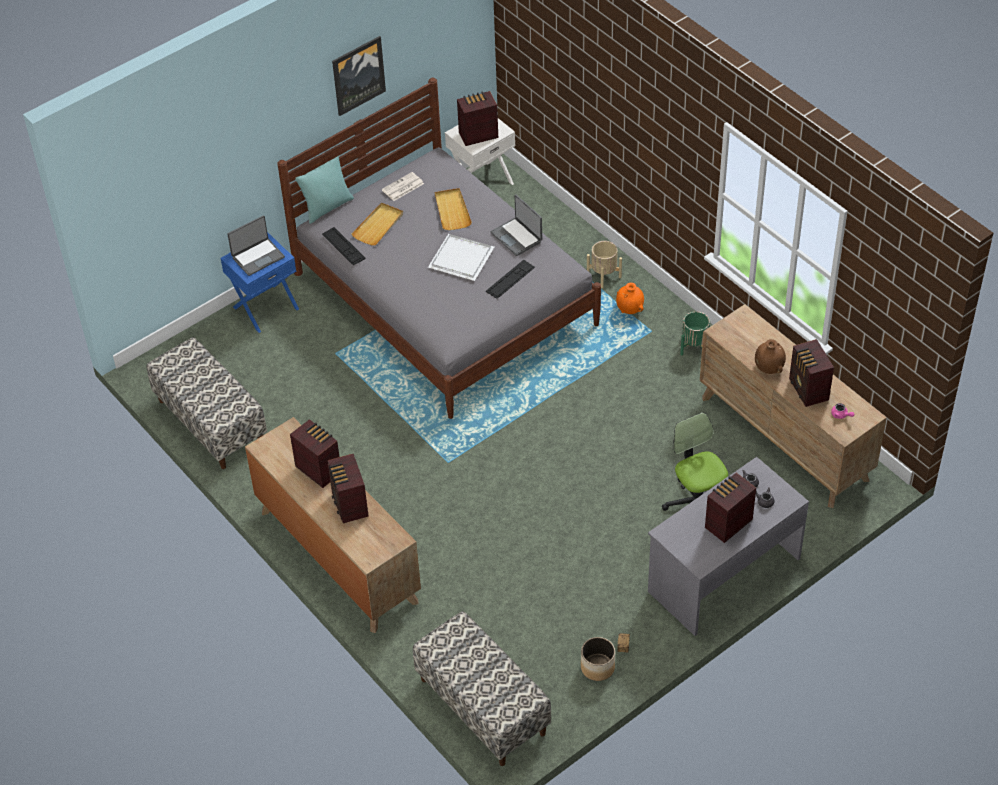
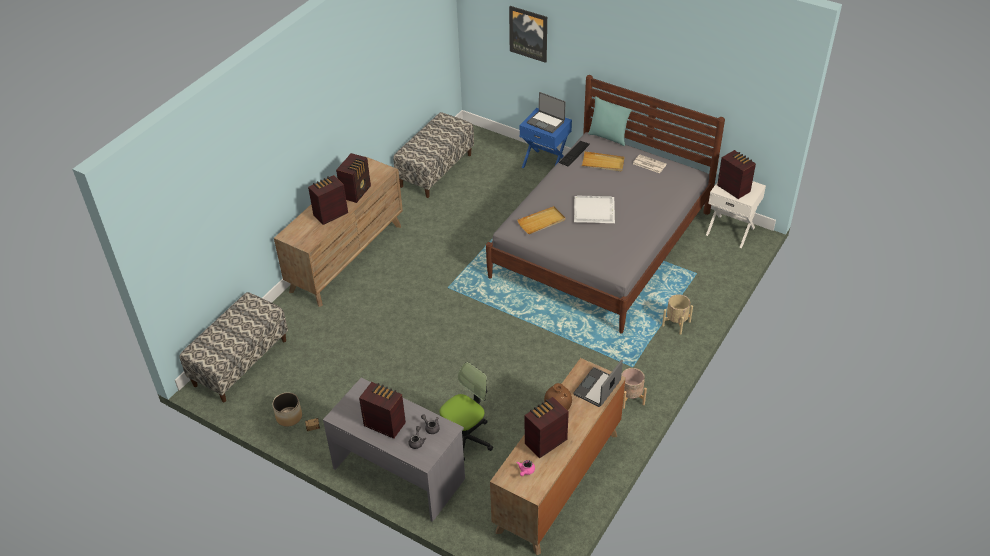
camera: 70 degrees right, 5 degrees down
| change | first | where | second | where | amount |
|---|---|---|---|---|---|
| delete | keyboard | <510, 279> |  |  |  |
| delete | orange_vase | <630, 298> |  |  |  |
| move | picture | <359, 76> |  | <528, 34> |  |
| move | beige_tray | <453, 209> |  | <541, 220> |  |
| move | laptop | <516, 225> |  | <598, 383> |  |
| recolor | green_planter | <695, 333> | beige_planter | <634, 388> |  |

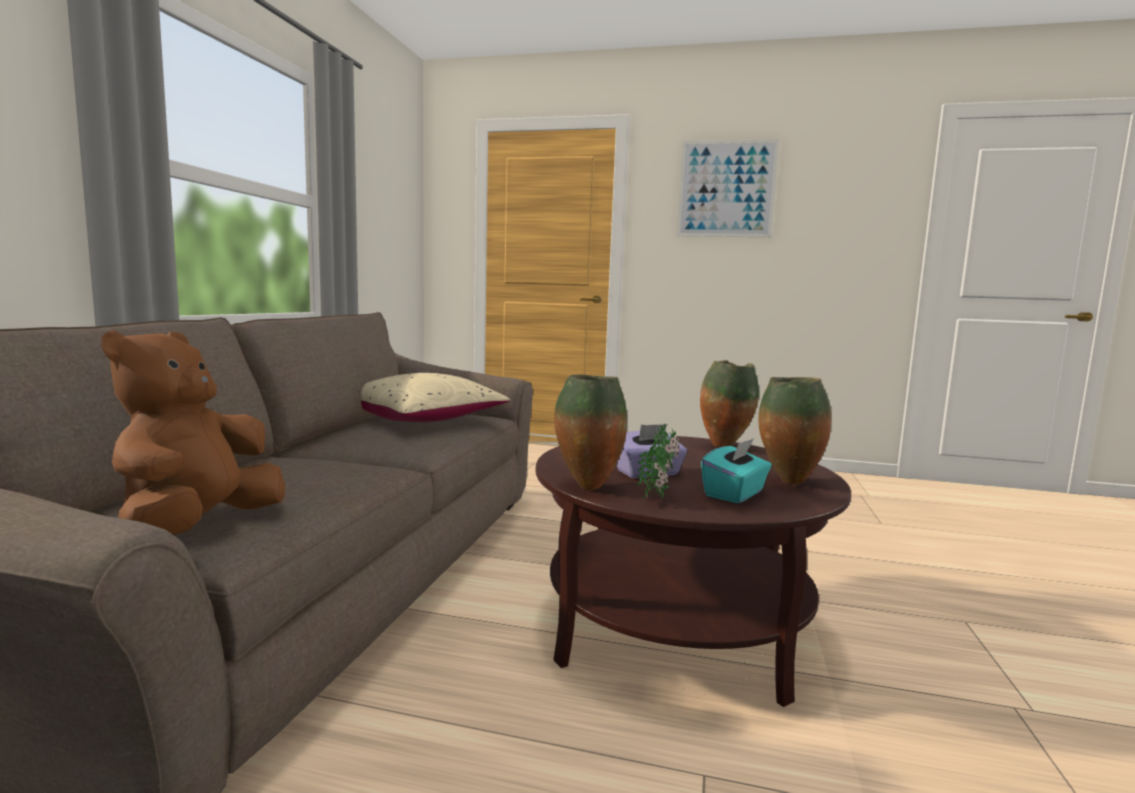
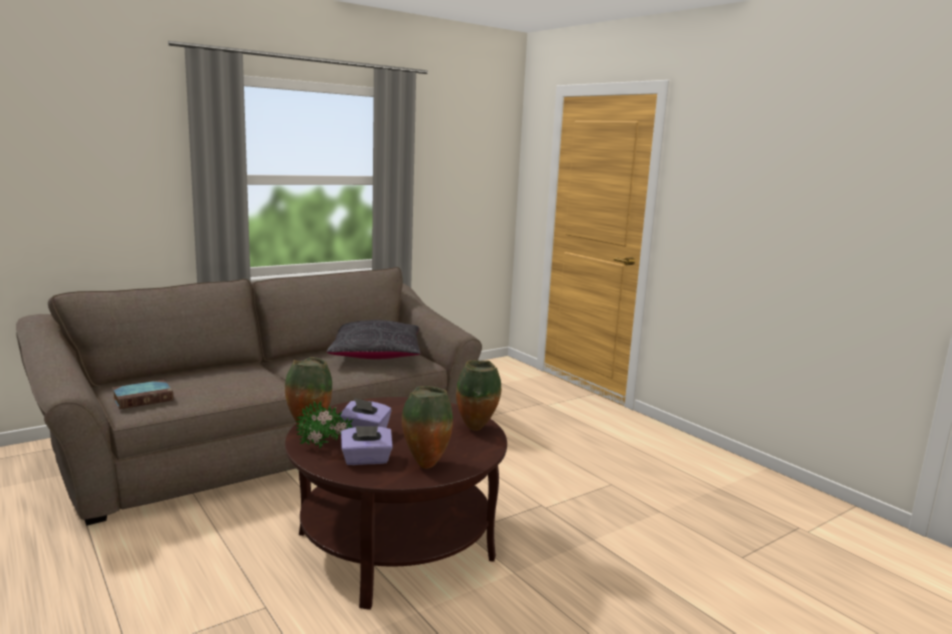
camera: 40 degrees right, 5 degrees up
| change | first | where | second | where | amount |
|---|---|---|---|---|---|
| delete | picture | <728, 188> |  |  |  |
| replace | brown_plush_toy | <193, 432> | book | <143, 394> |  |
| recolor | beige_pillow | <436, 397> | black_pillow | <373, 339> |  |
| recolor | turquoise_tissue_box | <736, 470> | purple_tissue_box | <367, 445> |  |

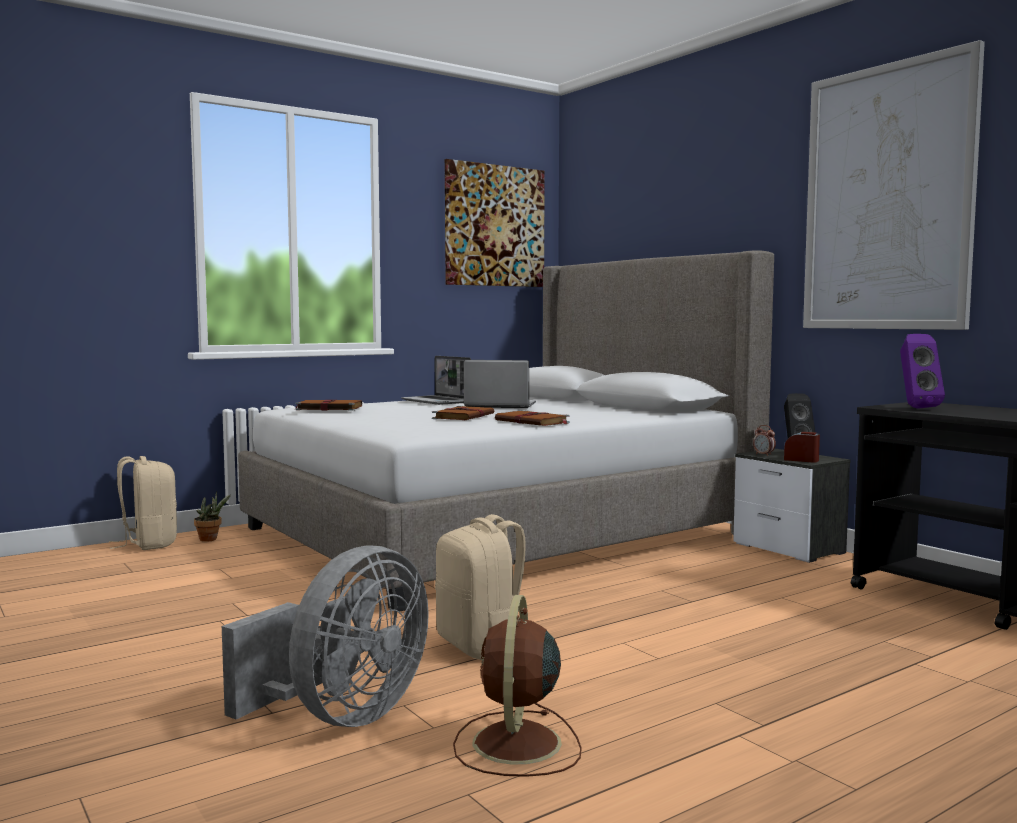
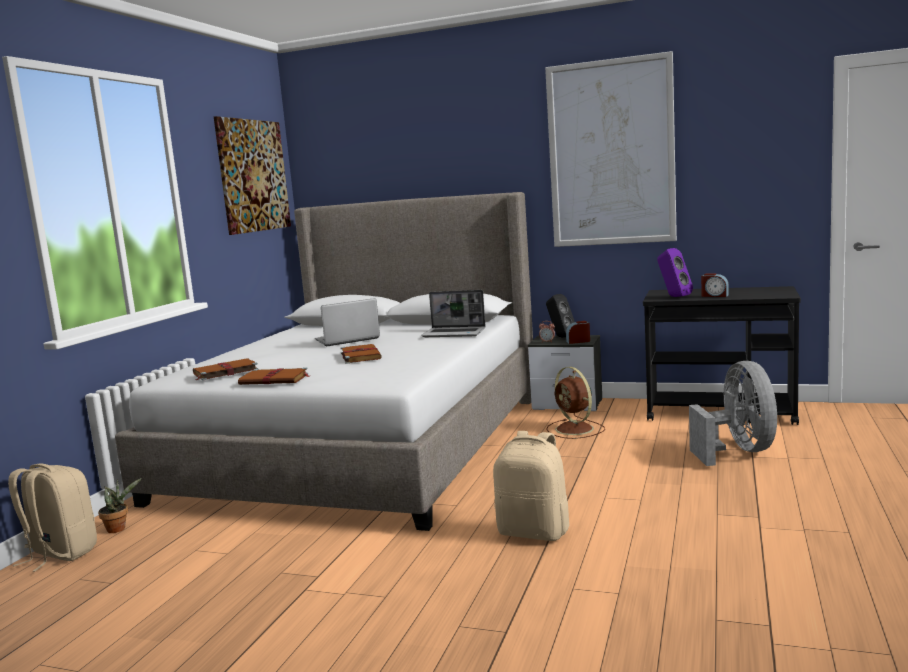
camera: 35 degrees left, 5 degrees up
| change | first | where | second | where | amount |
|---|---|---|---|---|---|
| insert |  |  | alarm_clock | <715, 285> |  |
| move | grey_fan | <325, 636> |  | <733, 413> |  |
| move | laptop | <436, 380> |  | <453, 313> |  |
| move | brown_fan | <517, 686> |  | <575, 403> |  |
| move | brown_book | <532, 418> |  | <274, 376> |  |

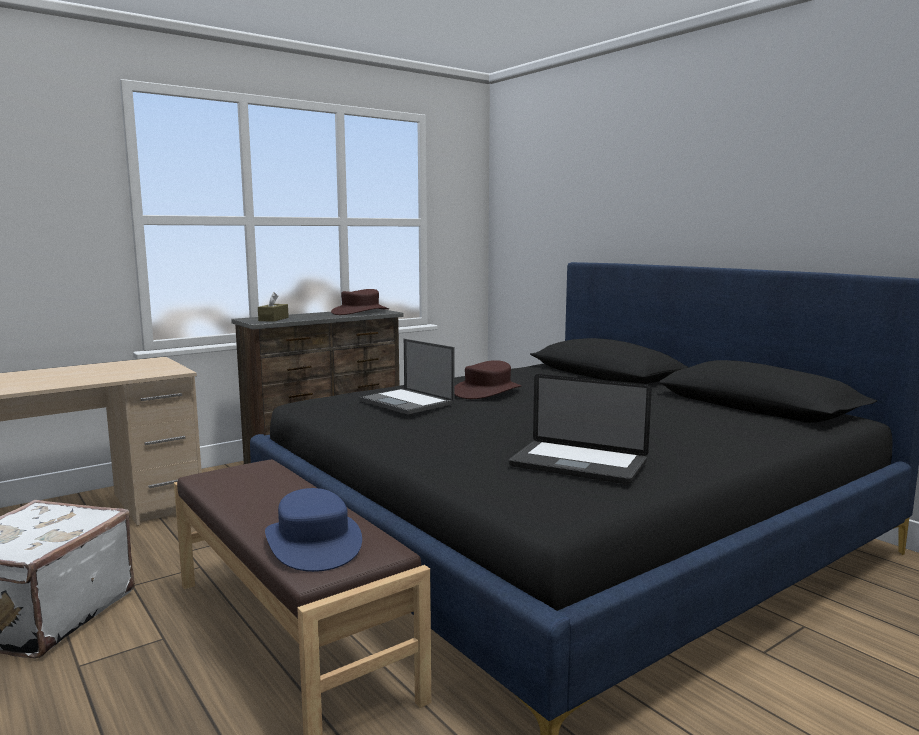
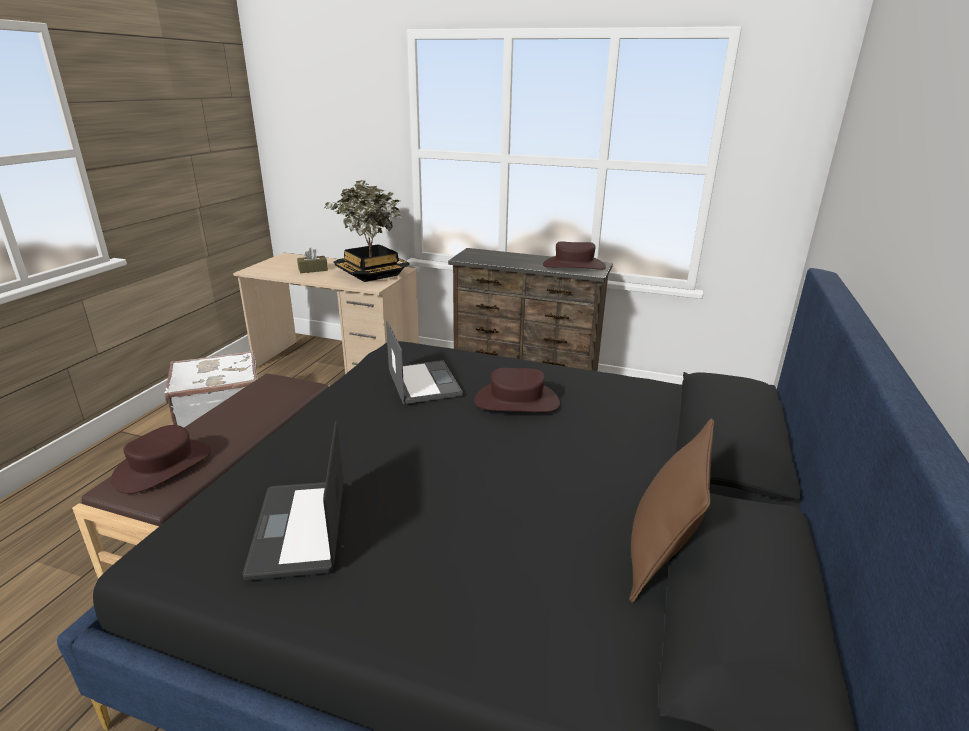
camera: 55 degrees right, 15 degrees up
| change | first | where | second | where | amount |
|---|---|---|---|---|---|
| insert |  |  | potted_plant | <366, 231> |  |
| insert |  |  | brown_pillow | <671, 510> |  |
| move | brown_tissue_box | <273, 307> |  | <312, 260> |  |
| recolor | blue_hat | <313, 530> | brown_hat | <161, 459> |  |
| rotate | laptop | <407, 376> |  | <424, 362> | 150 degrees clockwise |

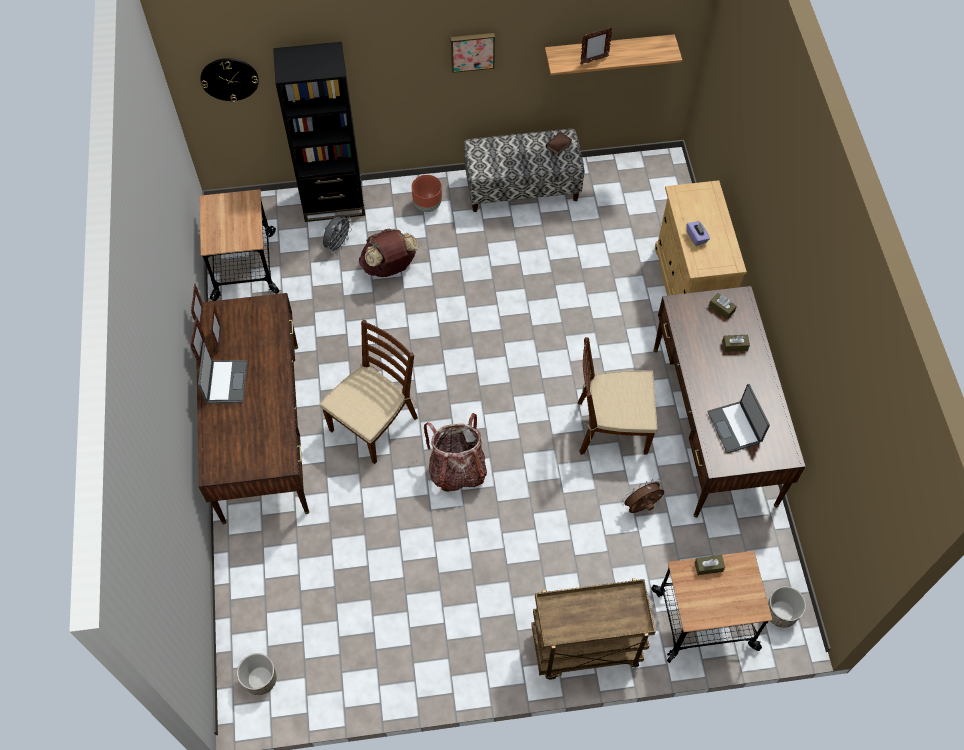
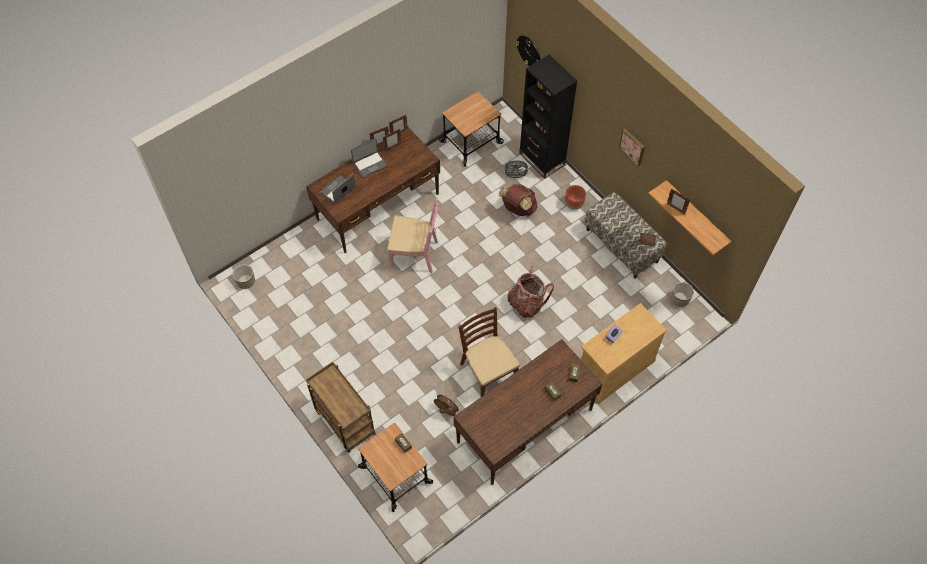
camera: 60 degrees right, 0 degrees up
| change | first | where | second | where | amount |
|---|---|---|---|---|---|
| move | backpack | <455, 452> |  | <530, 292> |  |
| move | laptop | <739, 418> |  | <337, 189> |  |
| move | planter | <787, 607> |  | <682, 294> |  |
| recolor | brown_chair | <369, 392> | pink_chair | <412, 236> |  |

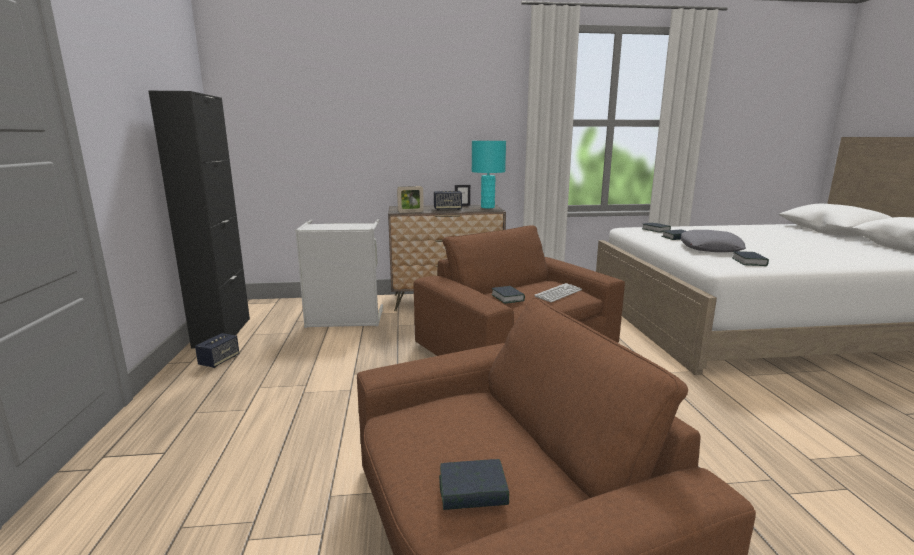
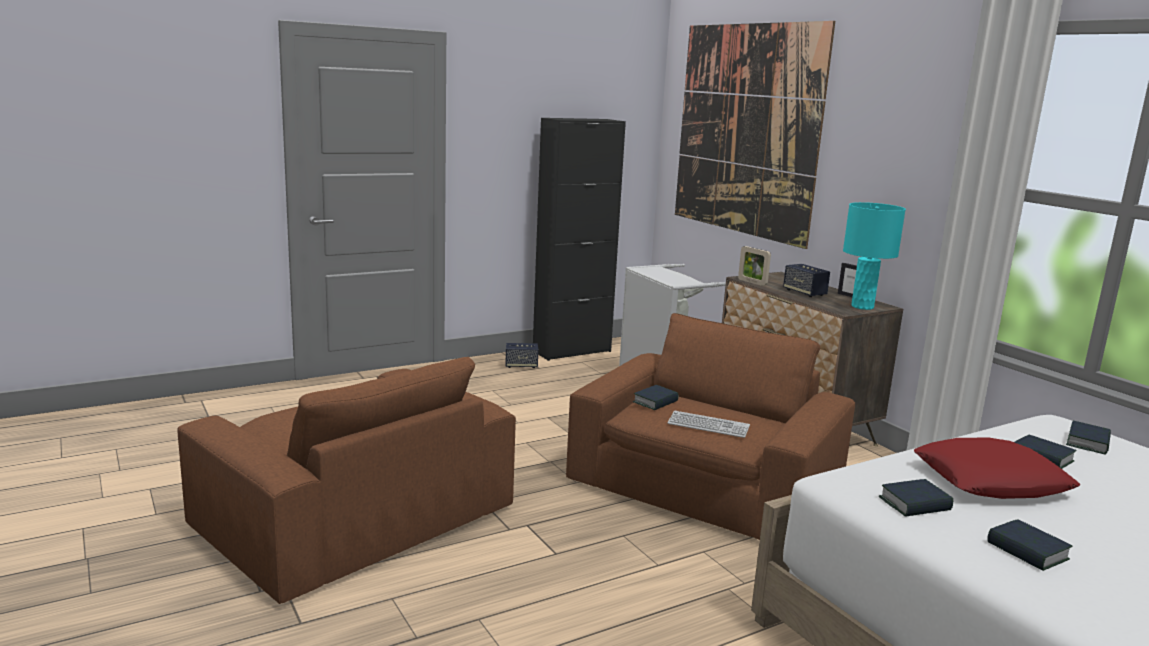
camera: 65 degrees right, 0 degrees up
| change | first | where | second | where | amount |
|---|---|---|---|---|---|
| insert |  |  | picture | <755, 135> |  |
| move | book | <474, 484> |  | <1029, 545> |  |
| recolor | grey_pillow | <713, 241> | red_pillow | <997, 468> |  |

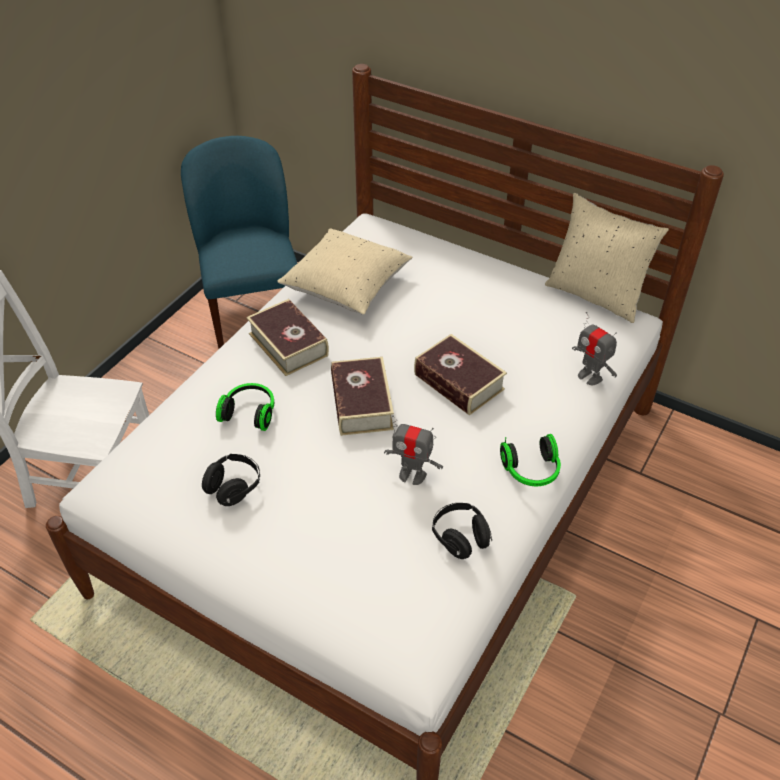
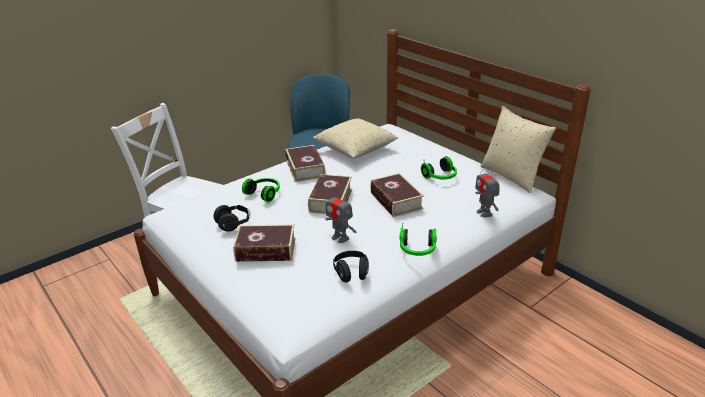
camera: 20 degrees right, 15 degrees down
| change | first | where | second | where | amount |
|---|---|---|---|---|---|
| insert |  |  | book | <264, 243> |  |
| insert |  |  | headphones | <439, 168> |  |

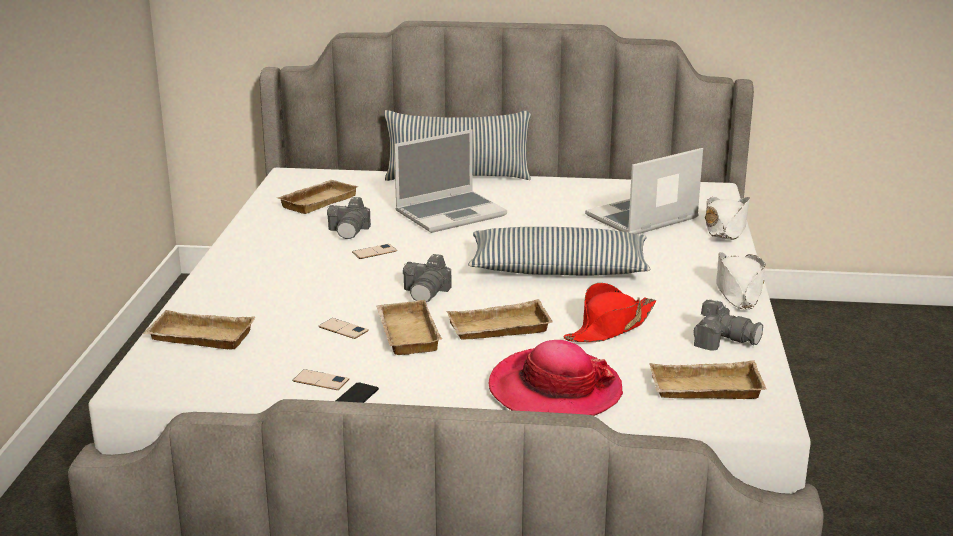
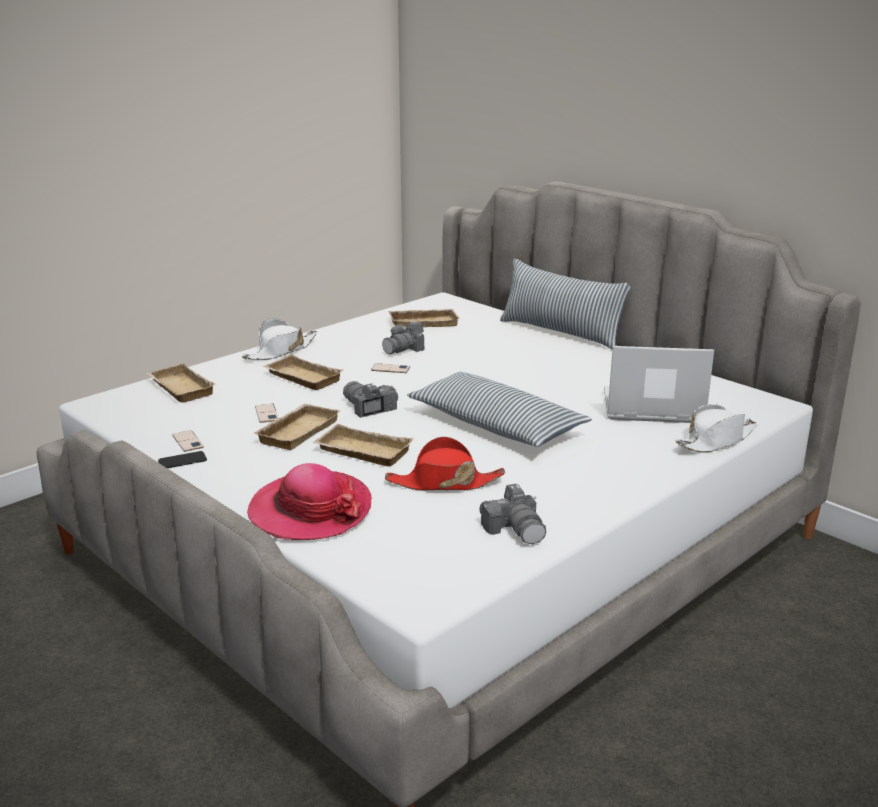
camera: 40 degrees right, 0 degrees up
| change | first | where | second | where | amount |
|---|---|---|---|---|---|
| delete | laptop | <450, 181> |  |  |  |
| move | beige_tray | <707, 379> |  | <303, 372> |  |
| move | white_hat | <740, 281> |  | <280, 339> |  |
| rotate | photo_camera | <427, 278> |  | <370, 399> | 90 degrees clockwise |

